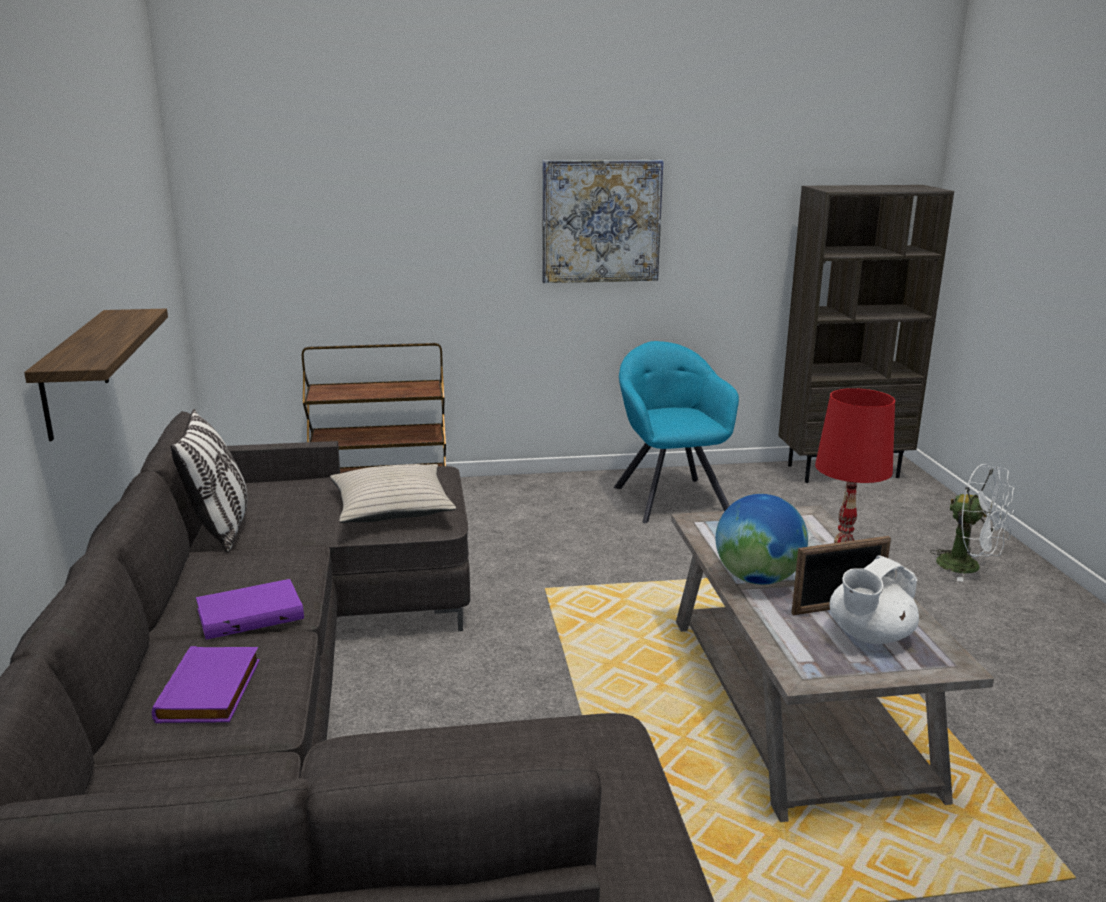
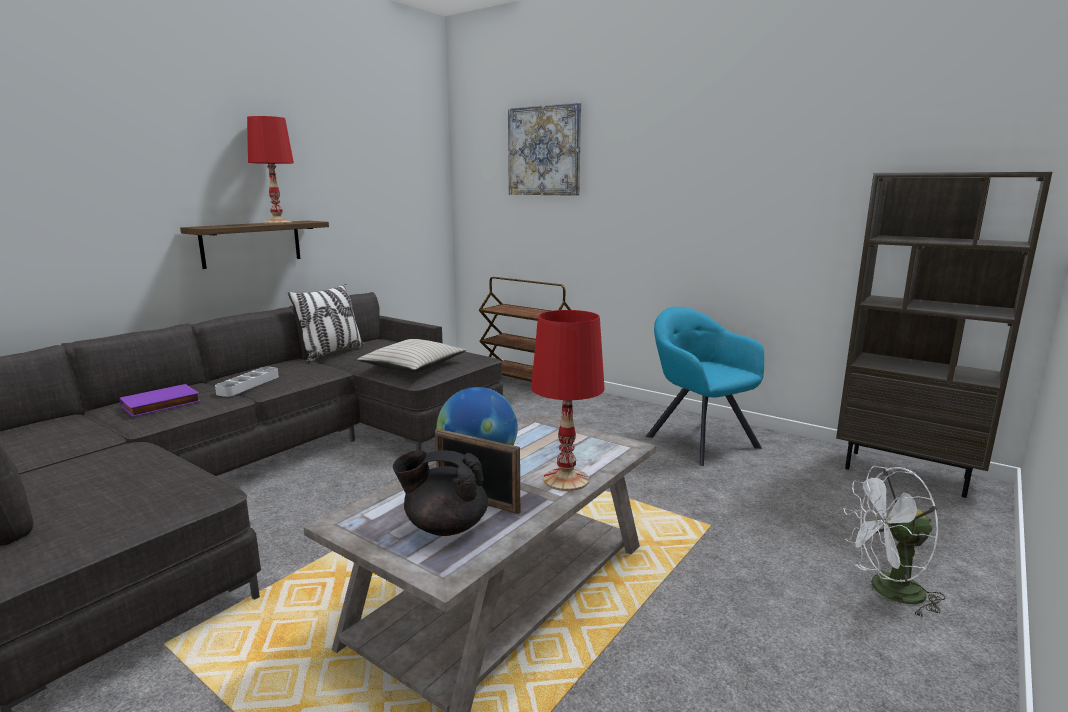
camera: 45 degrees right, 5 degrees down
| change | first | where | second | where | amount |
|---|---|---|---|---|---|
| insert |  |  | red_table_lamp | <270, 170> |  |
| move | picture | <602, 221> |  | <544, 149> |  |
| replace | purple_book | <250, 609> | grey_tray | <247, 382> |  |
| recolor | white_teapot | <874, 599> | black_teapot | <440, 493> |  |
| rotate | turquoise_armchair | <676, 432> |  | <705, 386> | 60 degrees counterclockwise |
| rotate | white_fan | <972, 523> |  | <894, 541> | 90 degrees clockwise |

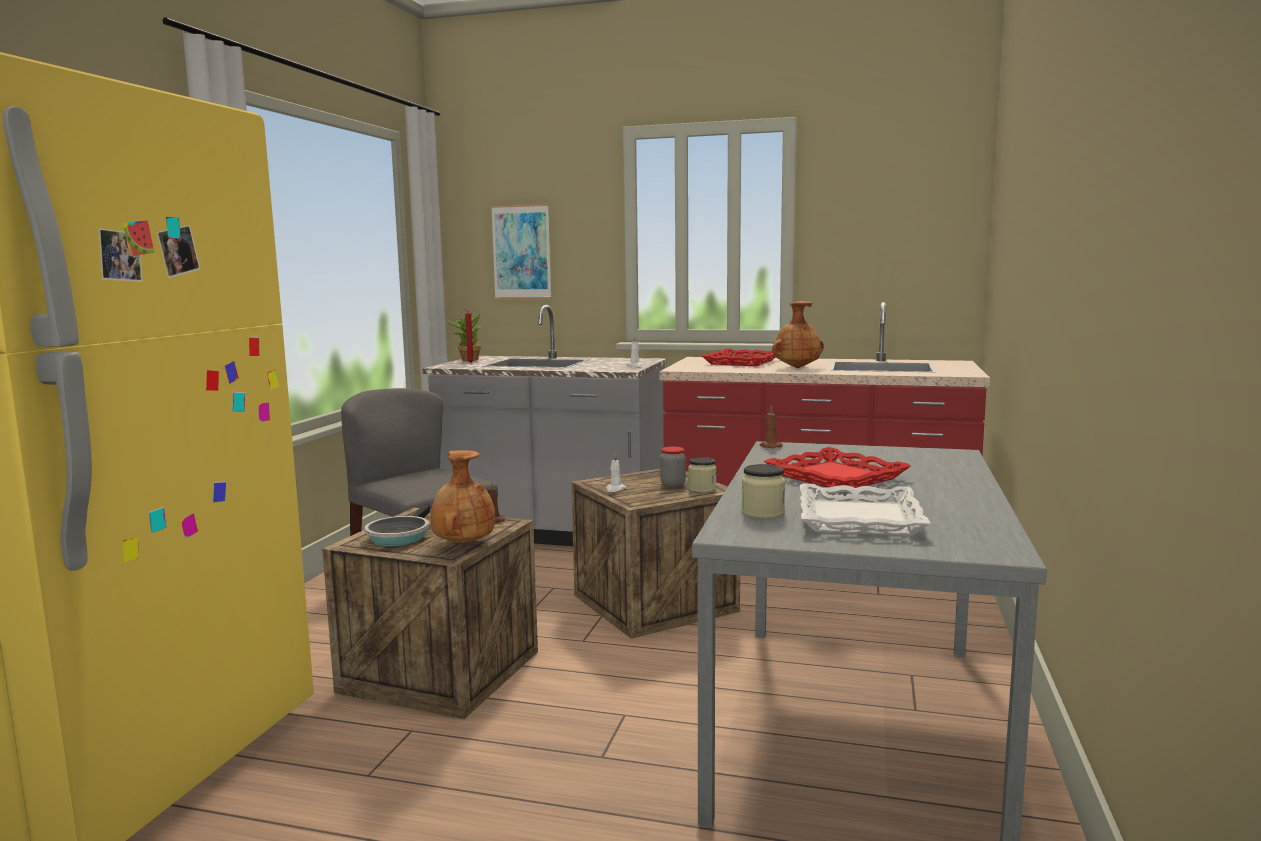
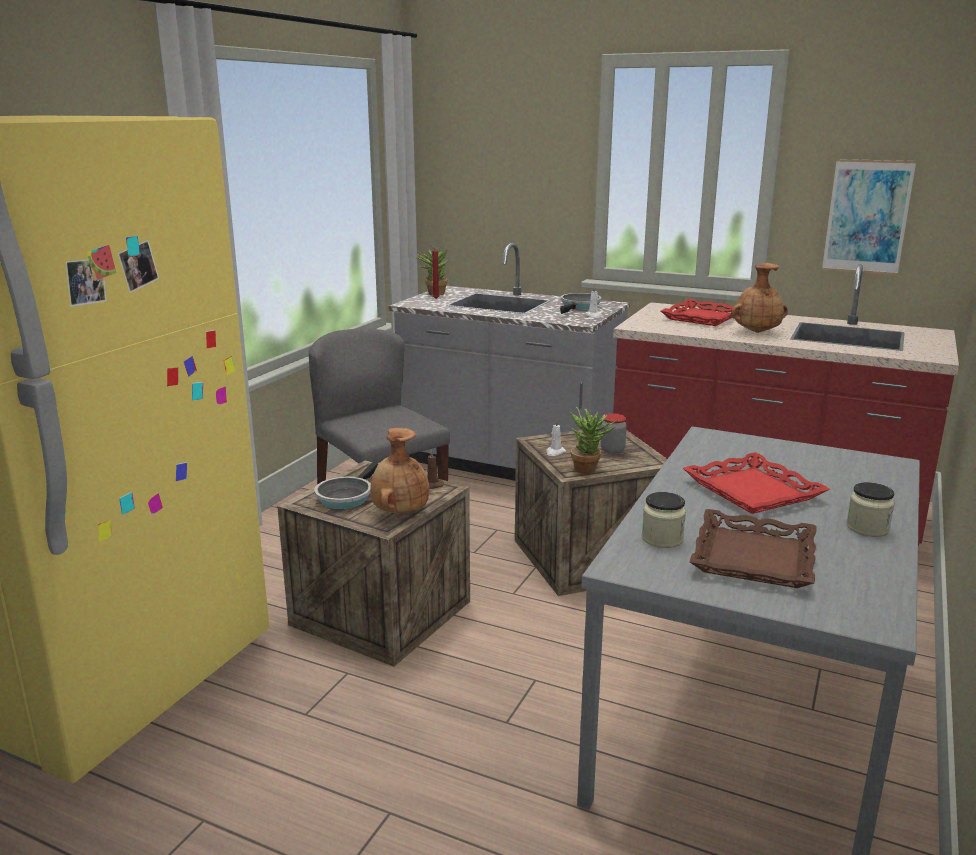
camera: 10 degrees right, 10 degrees up
| change | first | where | second | where | amount |
|---|---|---|---|---|---|
| delete | brown_candle | <771, 426> |  |  |  |
| insert |  |  | frying_pan | <580, 303> |  |
| insert |  |  | potted_plant | <594, 440> |  |
| move | picture | <521, 251> |  | <869, 217> |  |
| move | jar | <702, 475> |  | <870, 509> |  |
| recolor | white_tray | <865, 510> | brown_tray | <752, 548> |  |

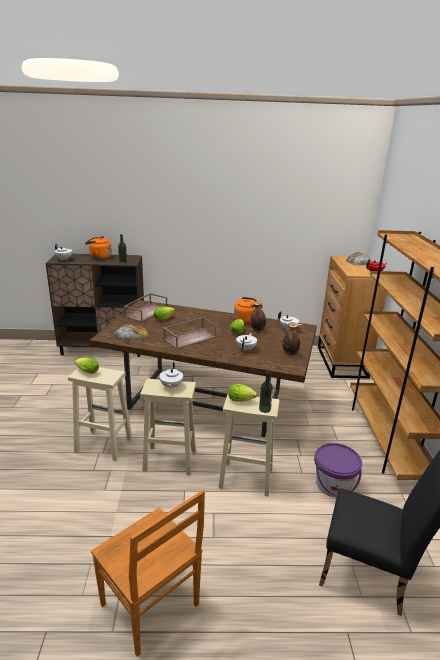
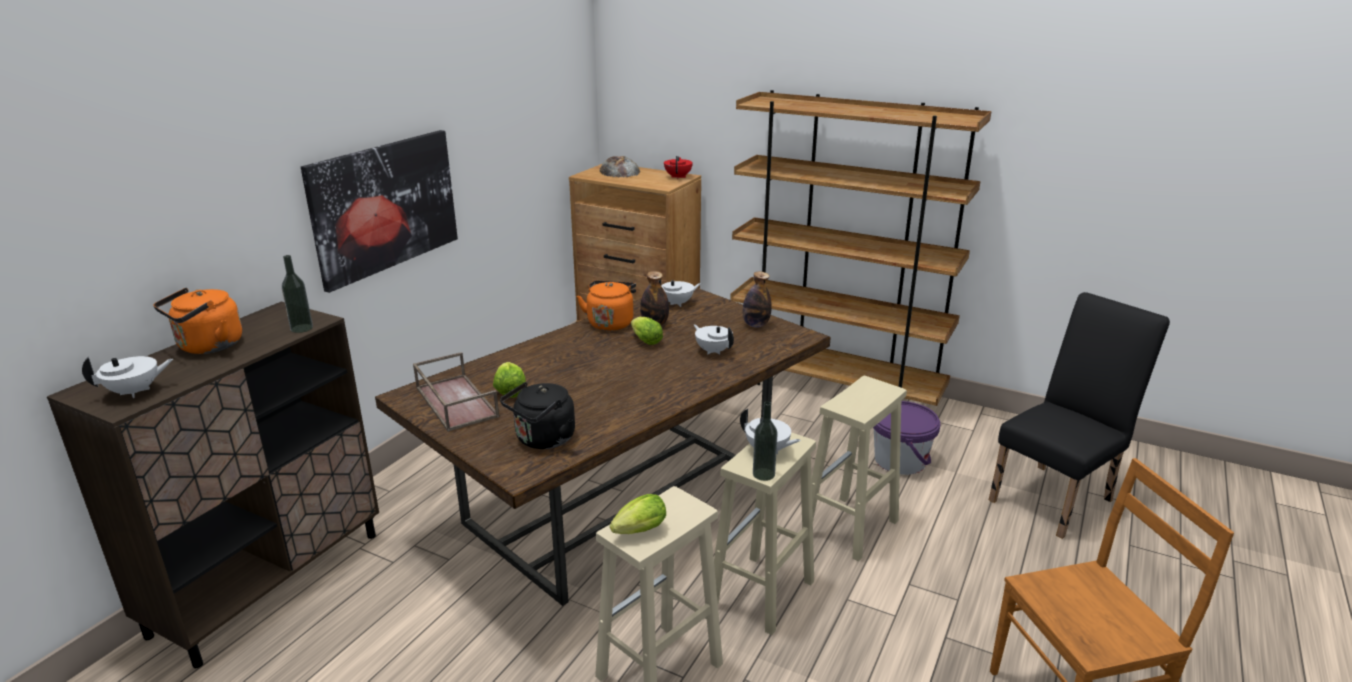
camera: 60 degrees left, 0 degrees up
| change | first | where | second | where | amount |
|---|---|---|---|---|---|
| delete | brown_tray | <190, 333> |  |  |  |
| delete | lettuce | <242, 393> |  |  |  |
| insert |  |  | picture | <379, 211> |  |
| move | bottle | <266, 392> |  | <765, 441> |  |
| replace | bread | <131, 332> | black_kettle | <537, 415> |  |

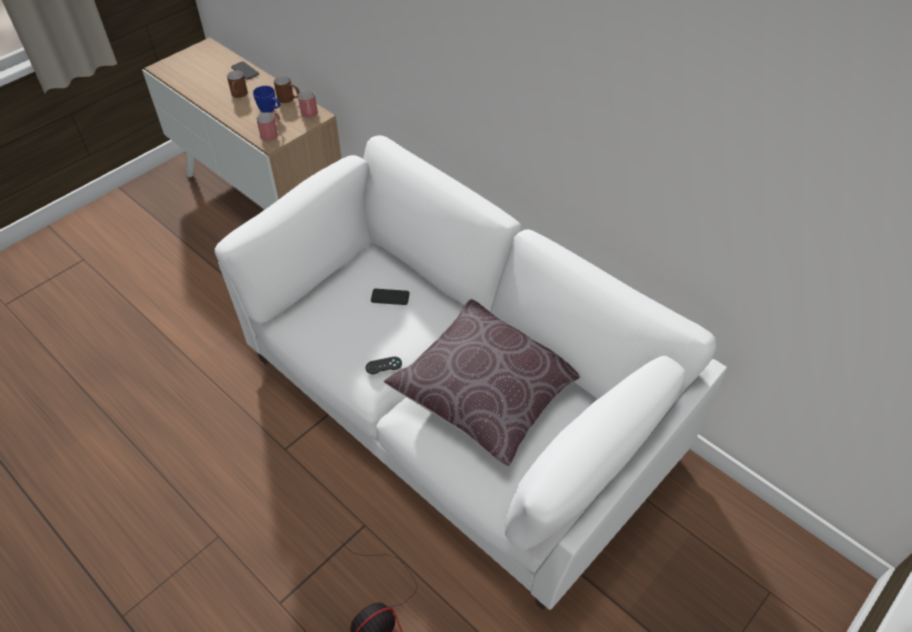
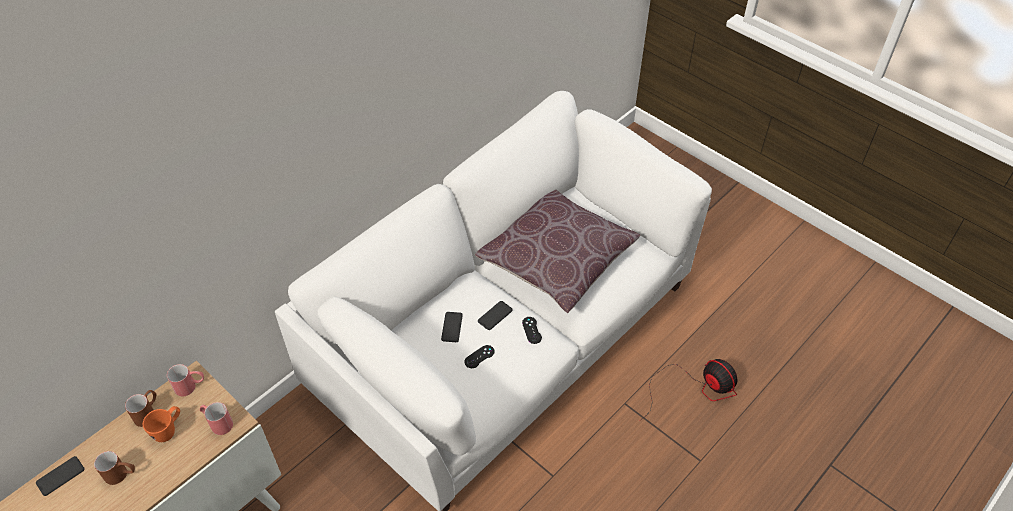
camera: 90 degrees left, 0 degrees up
| change | first | where | second | where | amount |
|---|---|---|---|---|---|
| insert |  |  | black_game_controller | <479, 356> |  |
| insert |  |  | phone | <495, 315> |  |
| recolor | blue_mug | <266, 99> | orange_mug | <161, 424> |  |

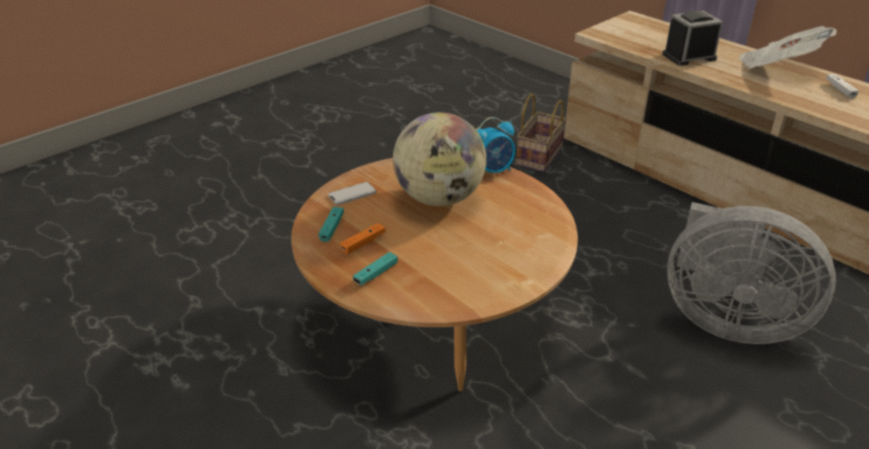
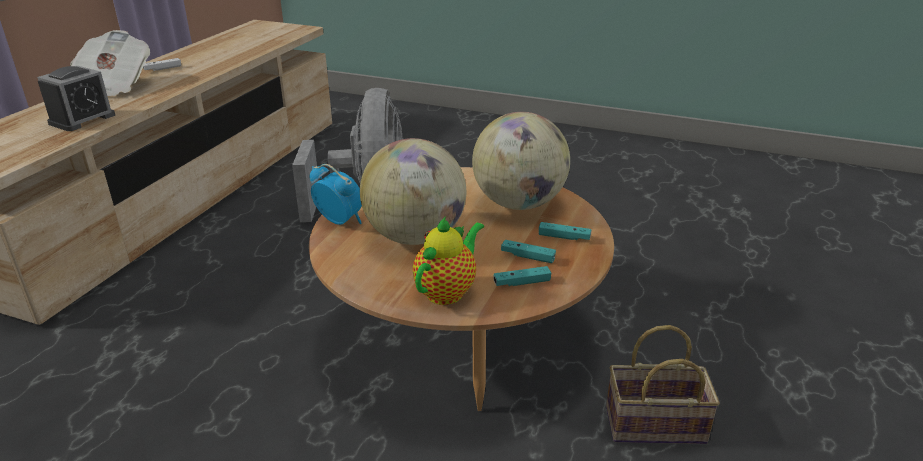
camera: 115 degrees left, 5 degrees down
| change | first | where | second | where | amount |
|---|---|---|---|---|---|
| insert |  |  | globe | <521, 161> |  |
| move | basket | <541, 133> |  | <663, 384> |  |
| replace | phone | <352, 193> | teapot | <448, 260> |  |
| recolor | orange_game_controller | <362, 238> | turquoise_game_controller | <528, 251> |  |
| rotate | alarm_clock | <692, 38> |  | <76, 98> | 105 degrees counterclockwise |

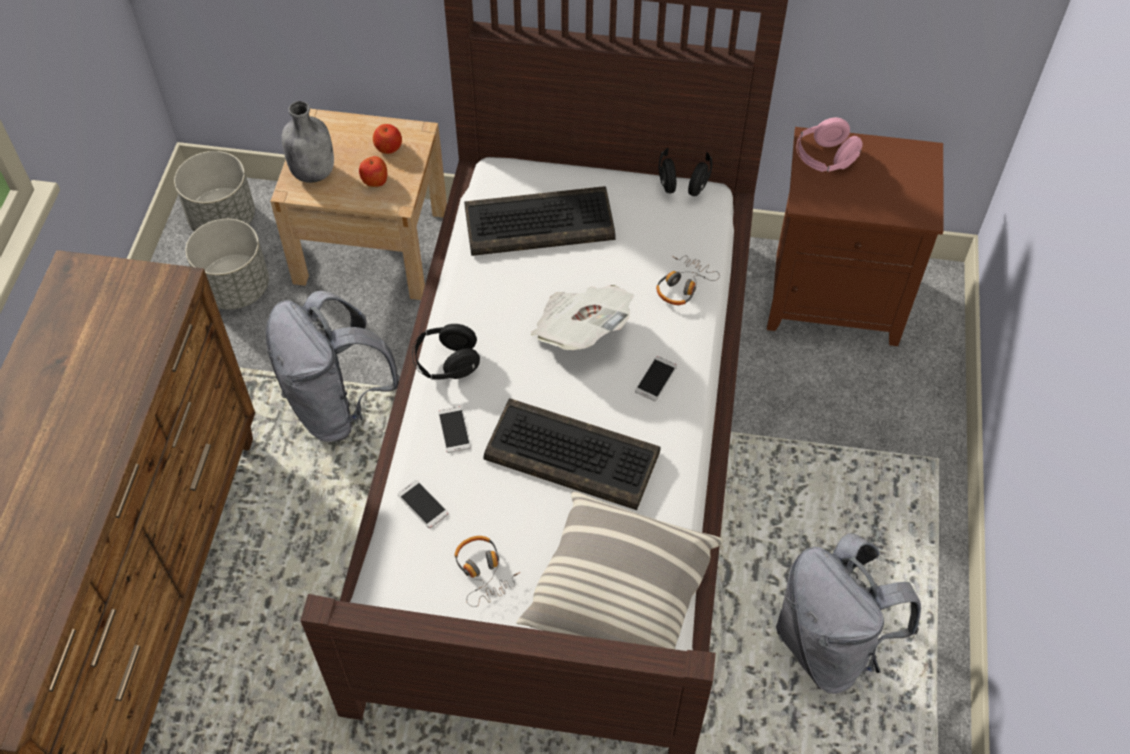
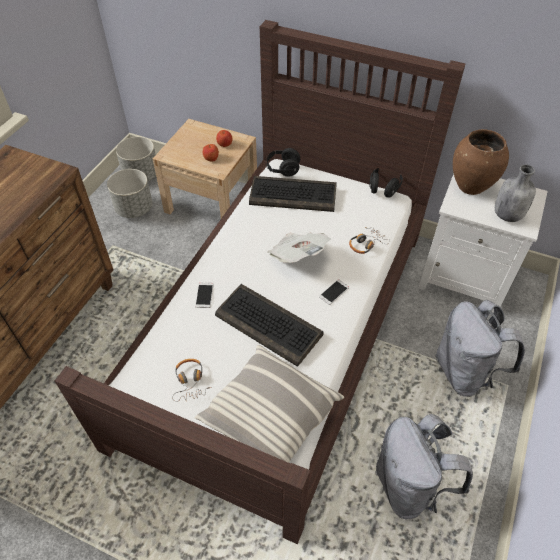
camera: 15 degrees right, 5 degrees down
| change | first | where | second | where | amount |
|---|---|---|---|---|---|
| delete | phone | <423, 504> |  |  |  |
| move | grey_backpack | <333, 366> |  | <480, 348> |  |
| move | grey_bottle | <307, 142> |  | <515, 193> |  |
| move | black_headphones | <446, 352> |  | <282, 162> |  |
| replace | pink_headphones | <829, 145> | brown_vase | <481, 162> |  |
| recolor | brown_nightstand | <855, 236> | white_nightstand | <483, 243> |  |

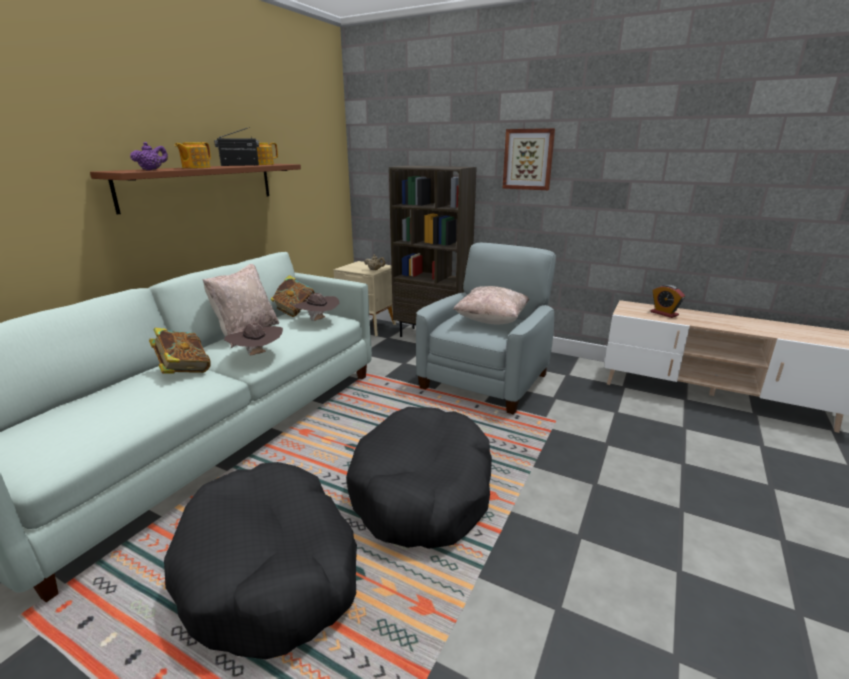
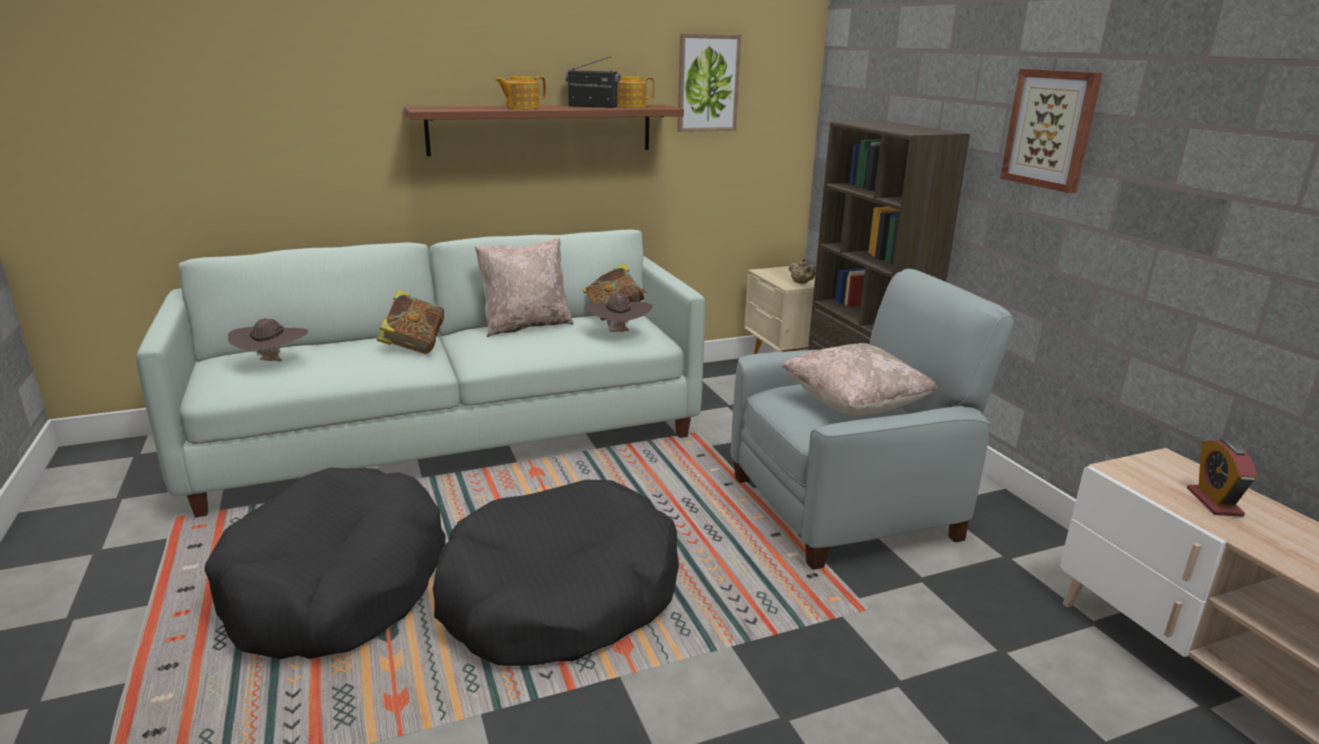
camera: 40 degrees right, 0 degrees up
| change | first | where | second | where | amount |
|---|---|---|---|---|---|
| delete | purple_teapot | <149, 156> |  |  |  |
| insert |  |  | picture | <709, 83> |  |
| move | brown_hat | <253, 339> |  | <268, 339> |  |

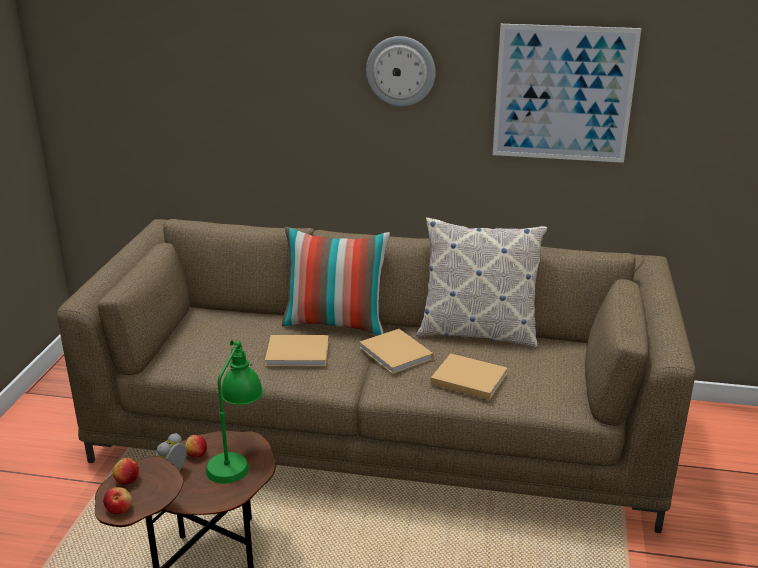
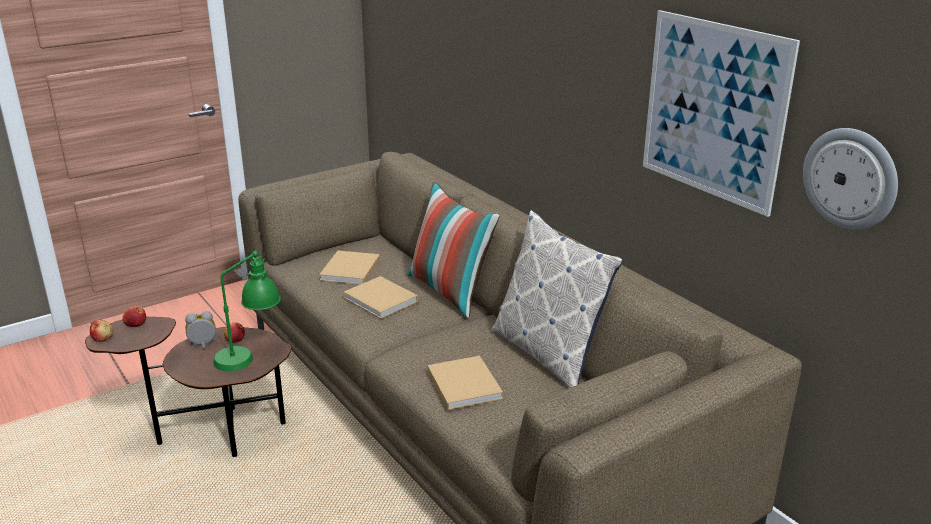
camera: 45 degrees right, 0 degrees up
| change | first | where | second | where | amount |
|---|---|---|---|---|---|
| move | beige_book | <396, 351> |  | <349, 267> |  |
| move | wall_clock | <401, 71> |  | <850, 179> |  |

